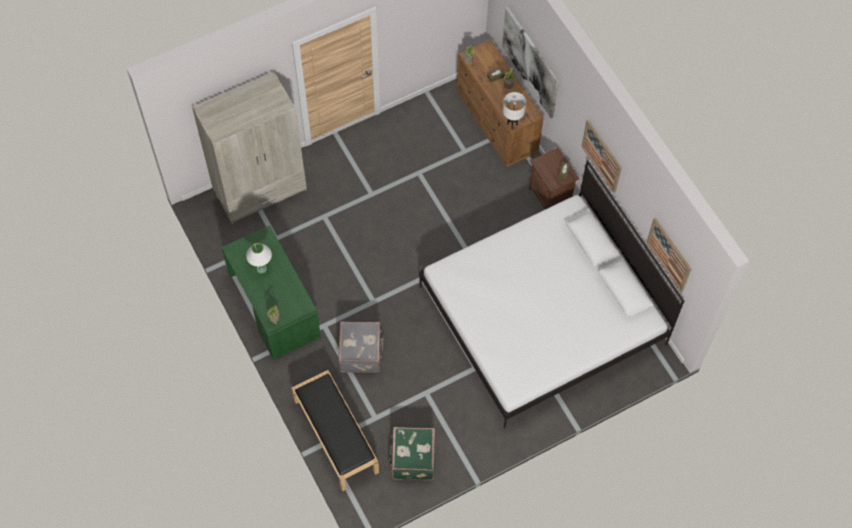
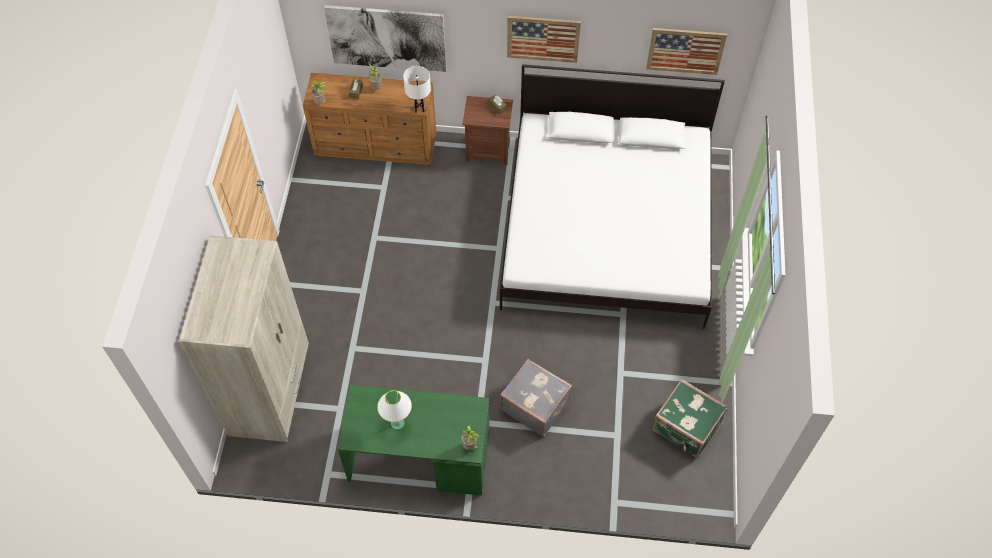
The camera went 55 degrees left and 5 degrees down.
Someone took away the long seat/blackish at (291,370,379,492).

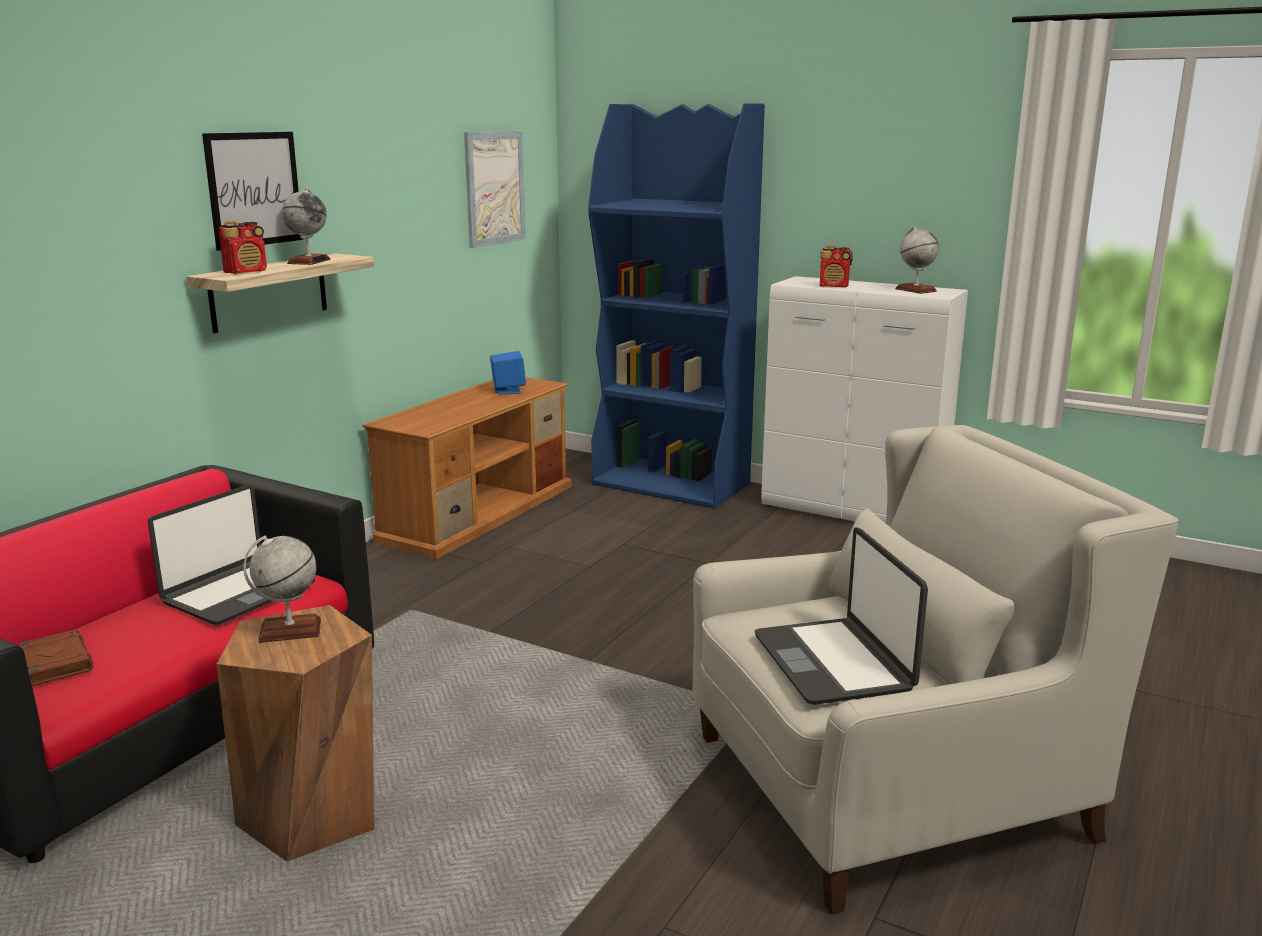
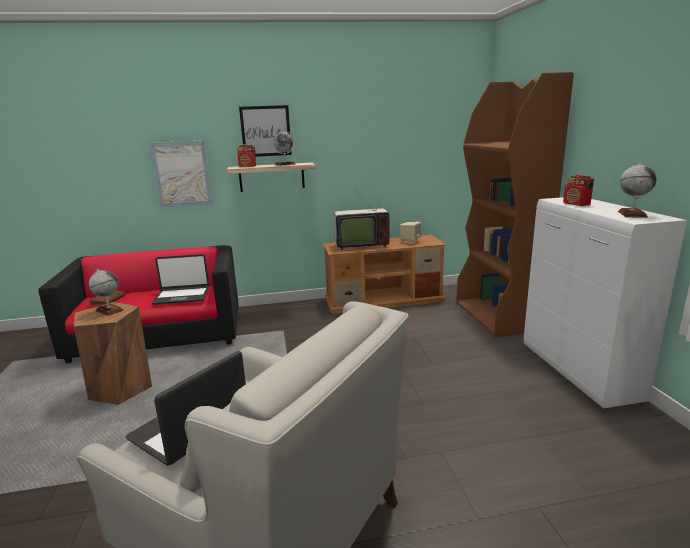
The camera went 50 degrees right and 0 degrees up.
Someone carried the wall picture from (464,131,526,248) to (149,140,213,207).
Someone repainted the speaker/bluish at (490,351,526,394), which became the speaker/beige at (400,222,422,244).
Someone repainted the bookcase/bluish at (588,103,765,508), which became the bookcase/brownish at (456,72,574,337).
Someone put down the television at (334,185,390,250).

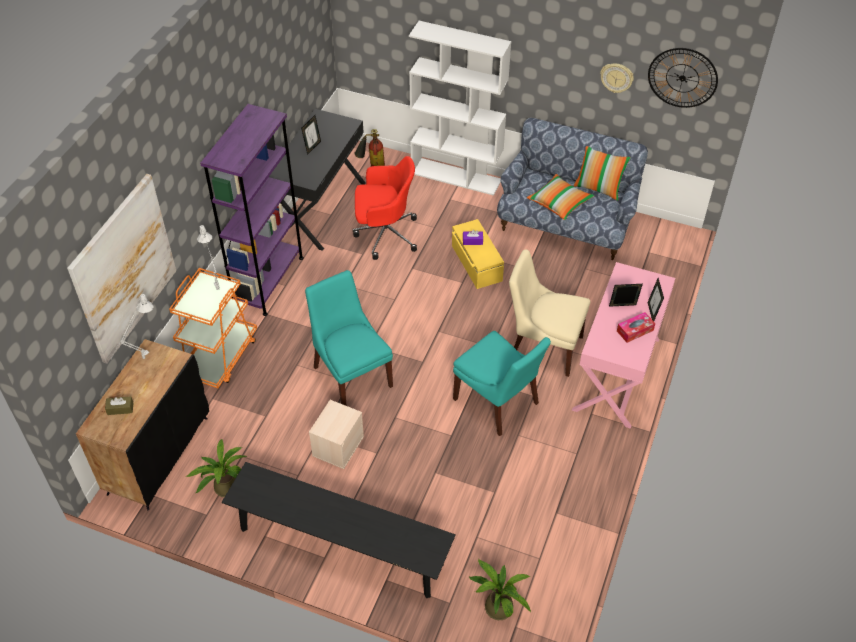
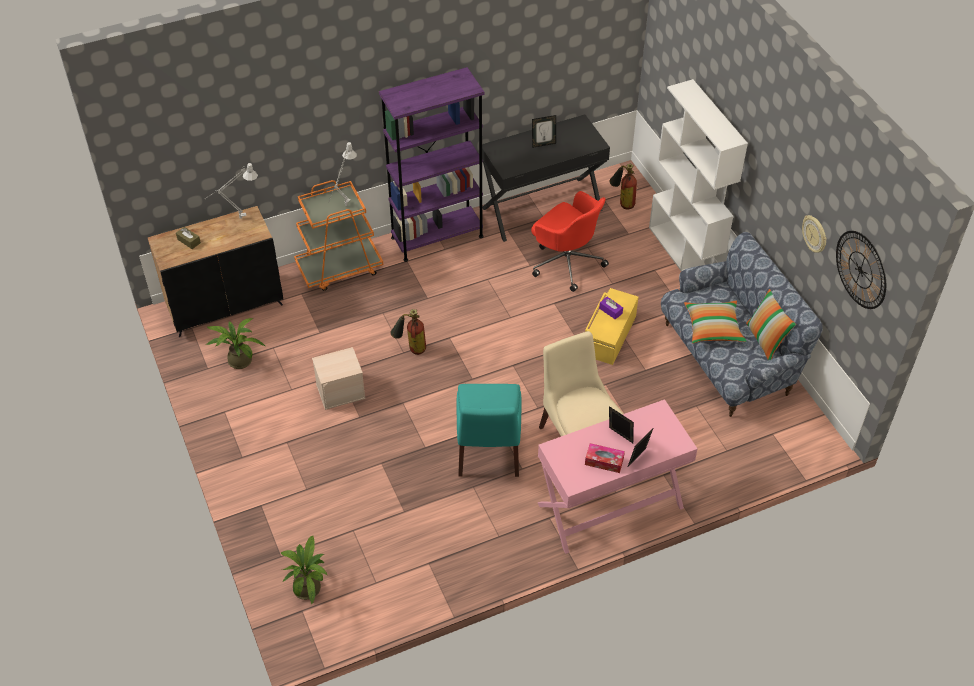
The camera went 45 degrees right and 0 degrees up.
Someone took away the wall picture at (67,174,176,364).
Someone took away the long seat/blackish at (222,462,456,598).
Someone swapped the upright chair/turquoise-coloured at (305,270,393,406) for the fire extinguisher at (390,309,426,355).

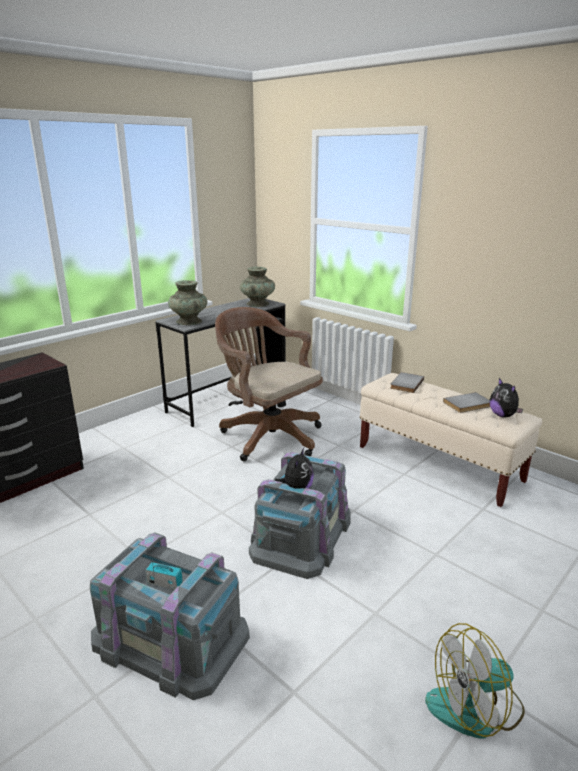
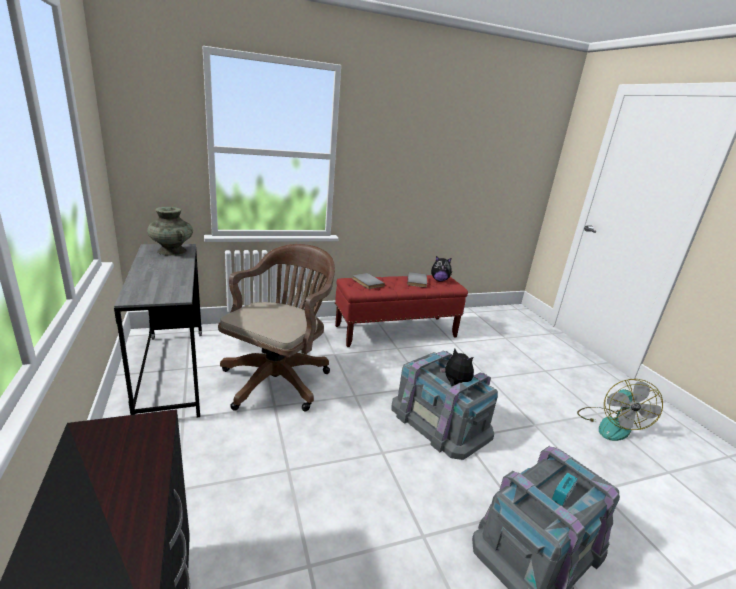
The camera went 65 degrees left and 0 degrees up.
Someone took away the vase/turquoise-coloured at (168,280,208,325).
Someone rotated the computer chair/brownish at (215,307,323,461) by 135 degrees clockwise.
Someone repainted the long seat/beige at (360,373,542,507), which became the long seat/reddish at (335,275,468,347).

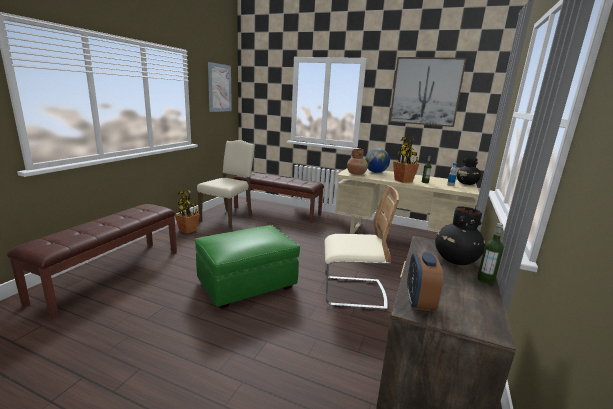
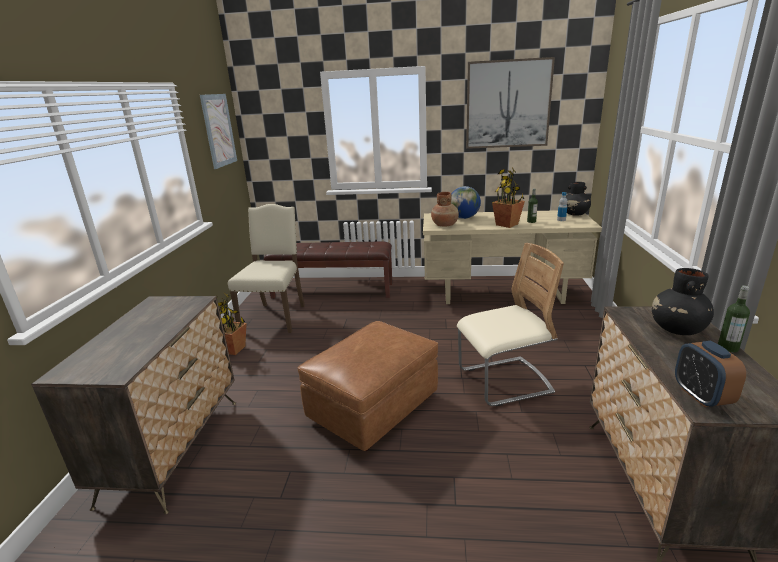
The camera went 15 degrees left and 5 degrees up.
Someone swapped the long seat/brownish at (7,204,177,319) for the dresser at (31,296,236,514).
Someone repainted the footrest/green-coloured at (195,225,300,308), which became the footrest/brownish at (298,321,438,451).

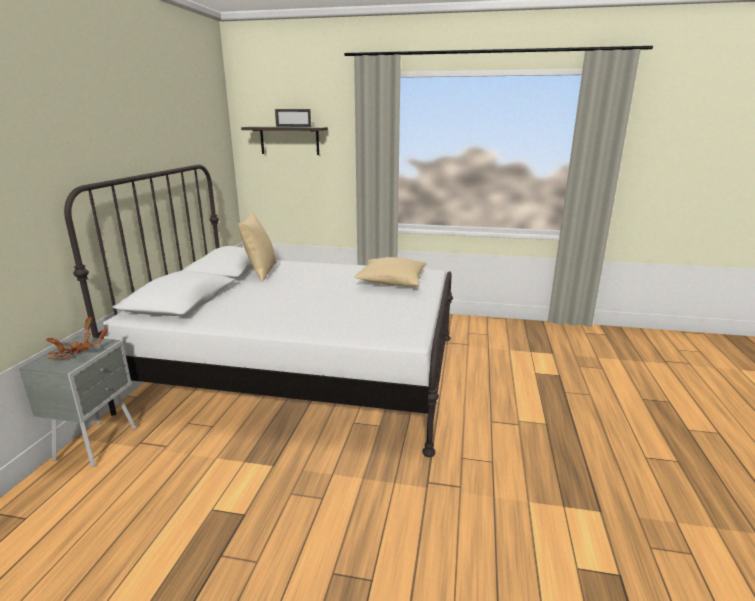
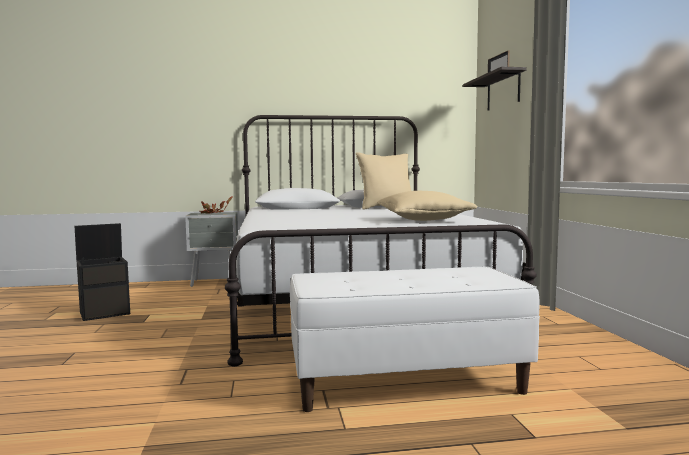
The camera went 70 degrees right and 15 degrees down.
Someone put down the storage box/blackish at (74,223,130,321).
Someone put down the long seat/white at (290,267,540,412).

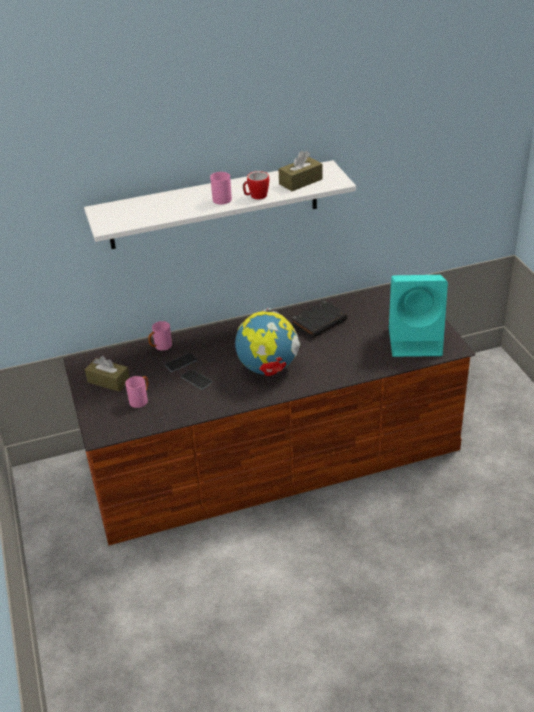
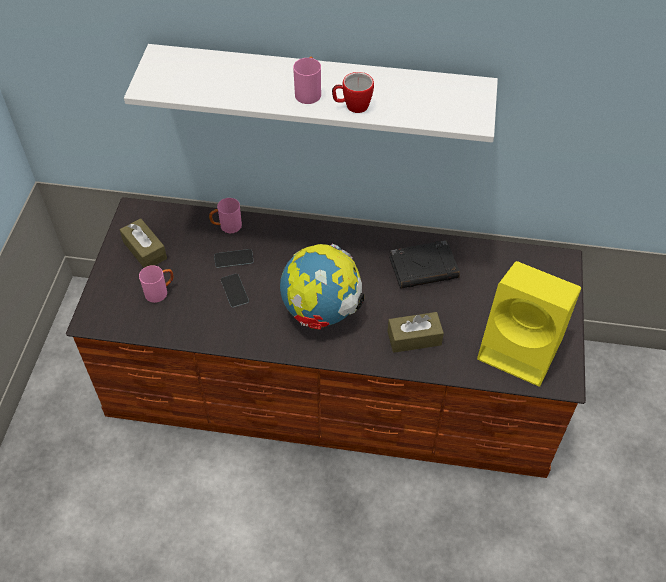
The camera went 25 degrees right and 15 degrees up.
Someone carried the tissue holder/brownish from (279,151,322,191) to (387,312,444,353).
Someone repainted the speaker/turquoise-coloured at (389,275,448,357), which became the speaker/yellow-coloured at (477,261,581,387).

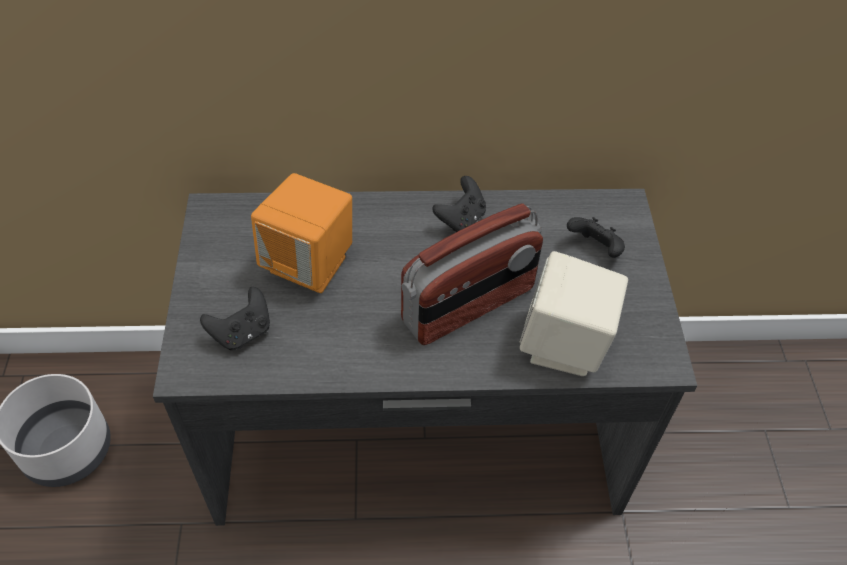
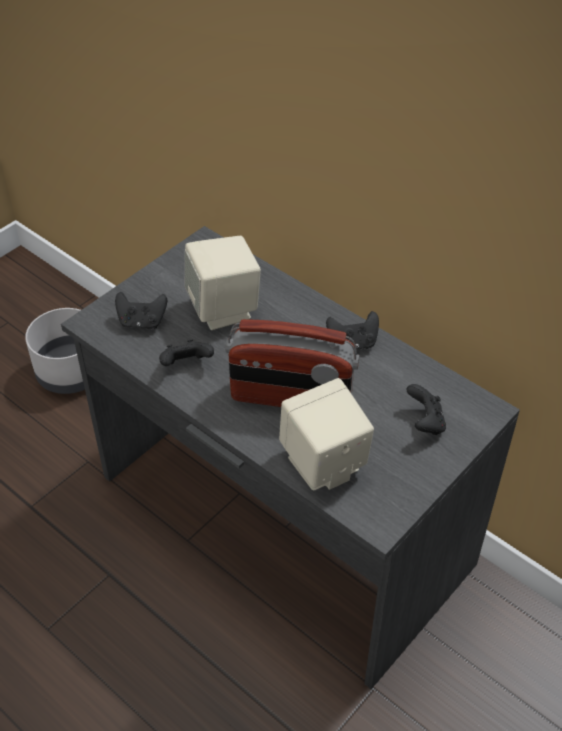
The camera went 45 degrees right and 5 degrees down.
Someone repainted the speaker/orange-coloured at (251,173,352,293), which became the speaker/beige at (185,236,261,330).
Someone put down the gamepad/blackish at (159,339,214,366).

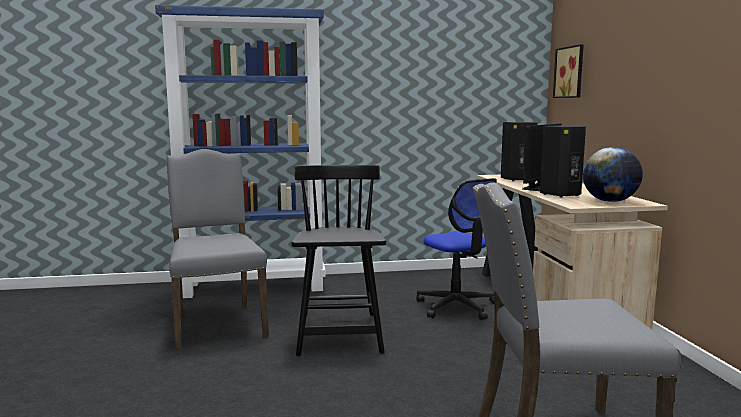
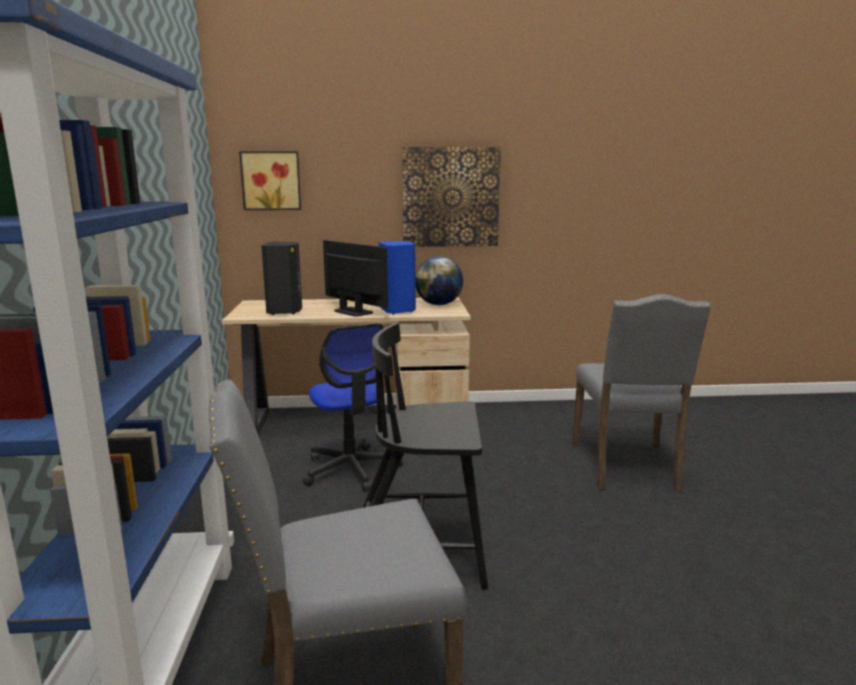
The camera went 85 degrees left and 5 degrees up.
Someone rotated the computer chair at (416,178,497,320) by 90 degrees clockwise.
Someone repainted the speaker/blackish at (540,125,586,197), which became the speaker/bluish at (379,241,416,315).
Someone put up the wall picture at (402,147,501,247).

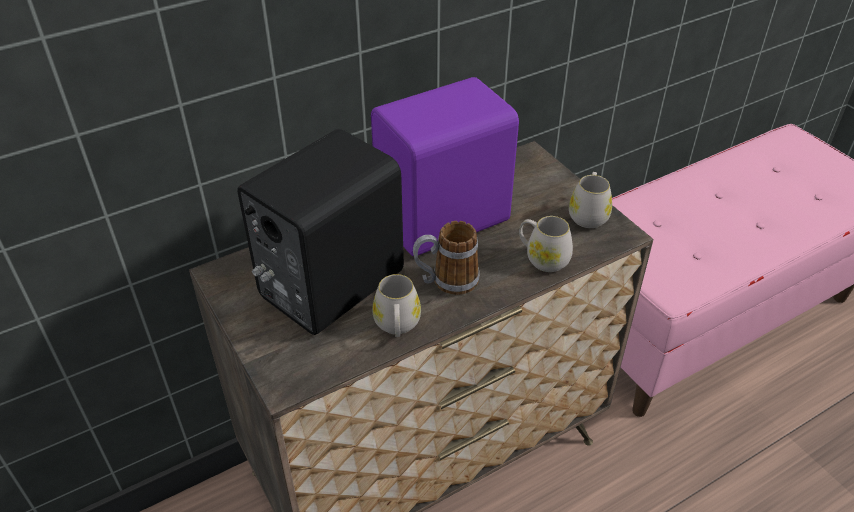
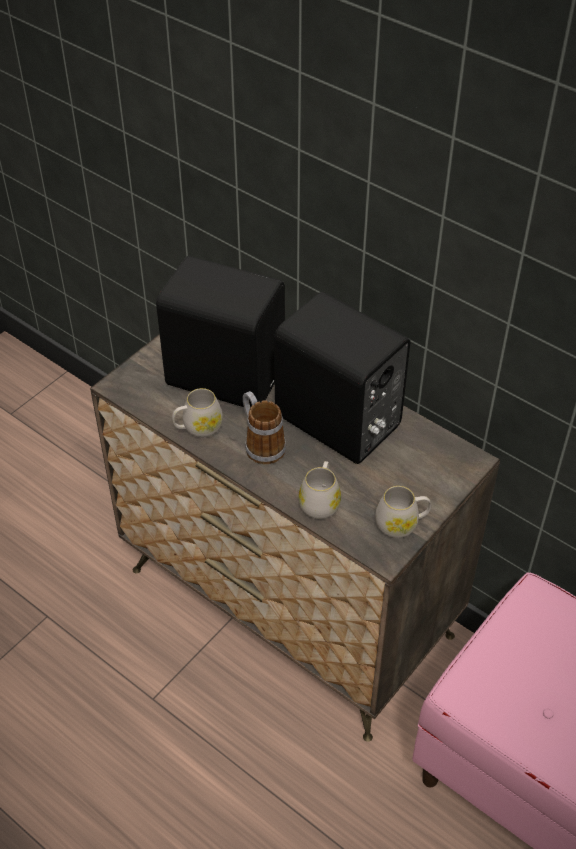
The camera went 70 degrees right and 5 degrees up.
Someone repainted the speaker/purple at (371,77,519,256), which became the speaker/blackish at (274,292,410,464).

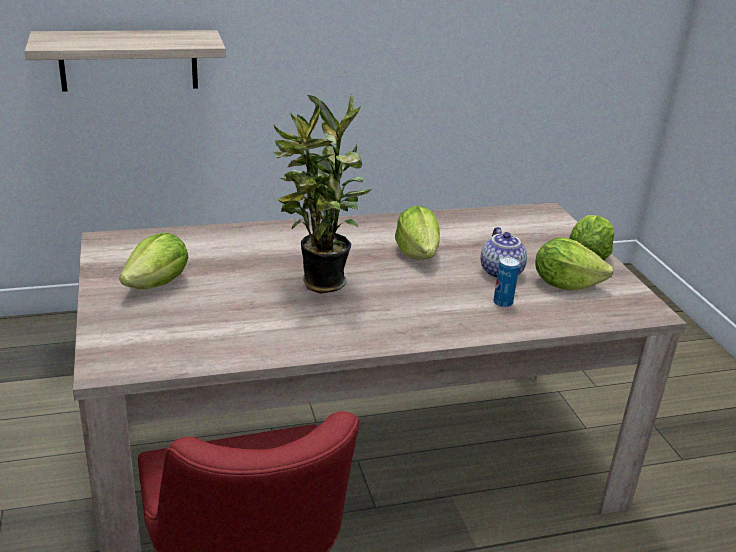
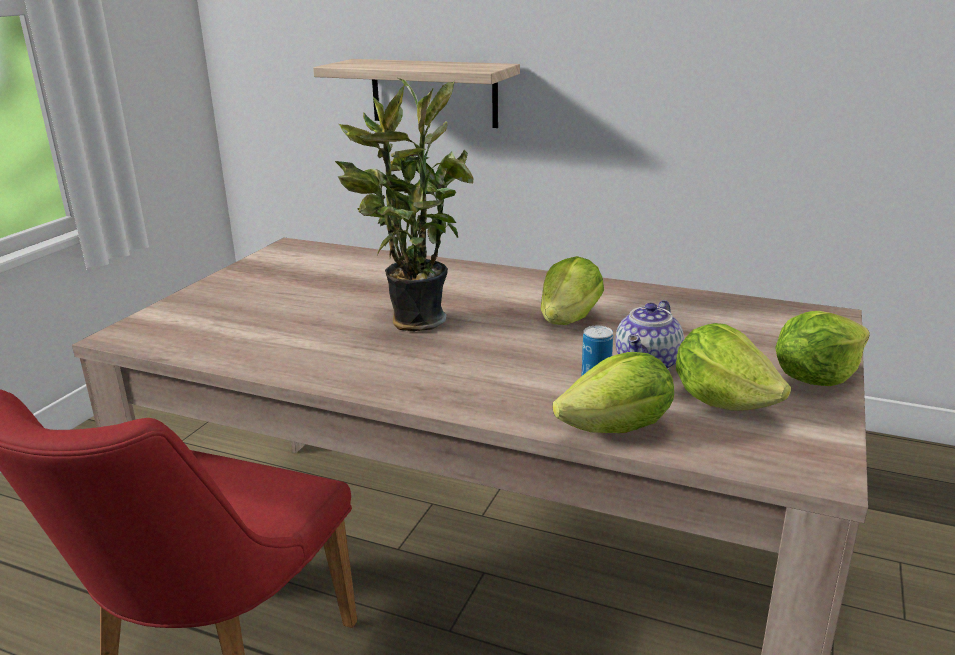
The camera went 40 degrees right and 5 degrees down.
Someone carried the lettuce head from (119,232,188,289) to (553,352,674,433).

